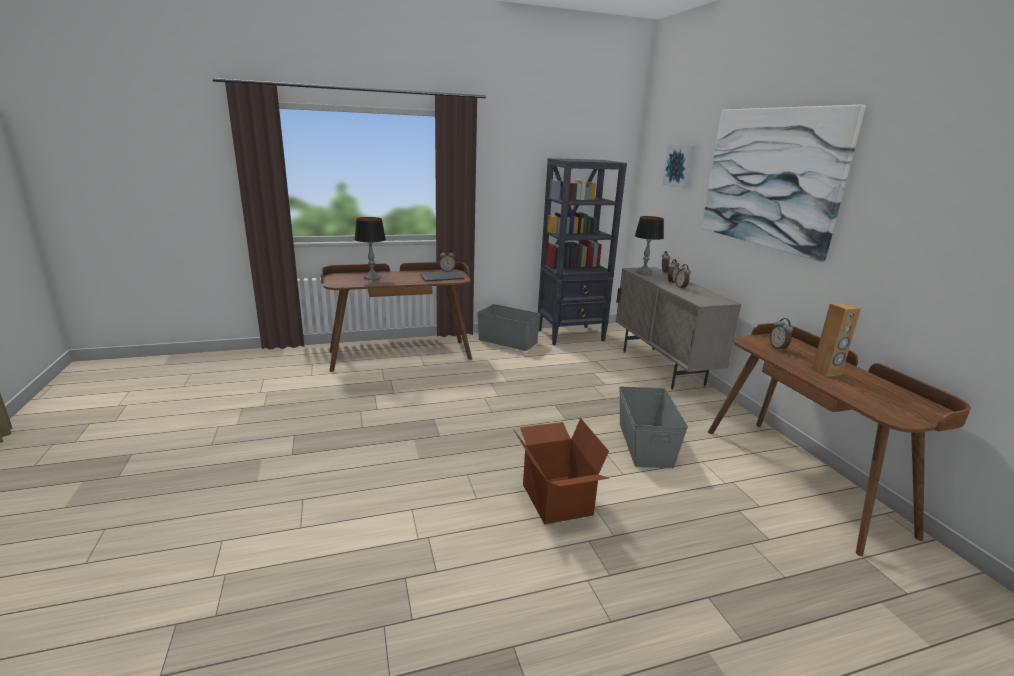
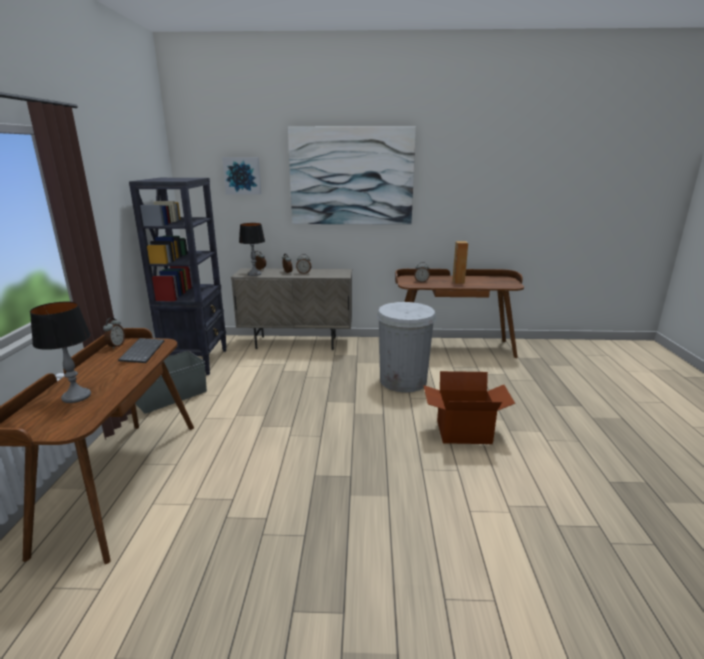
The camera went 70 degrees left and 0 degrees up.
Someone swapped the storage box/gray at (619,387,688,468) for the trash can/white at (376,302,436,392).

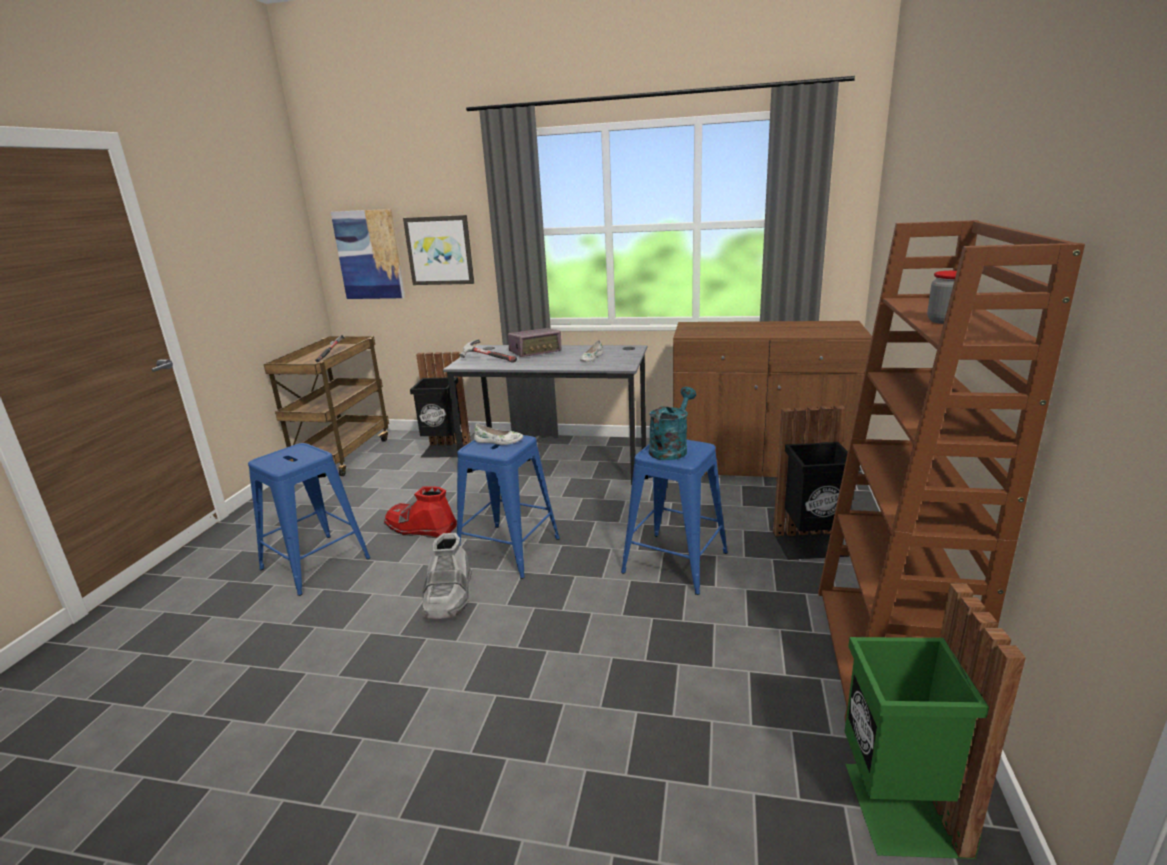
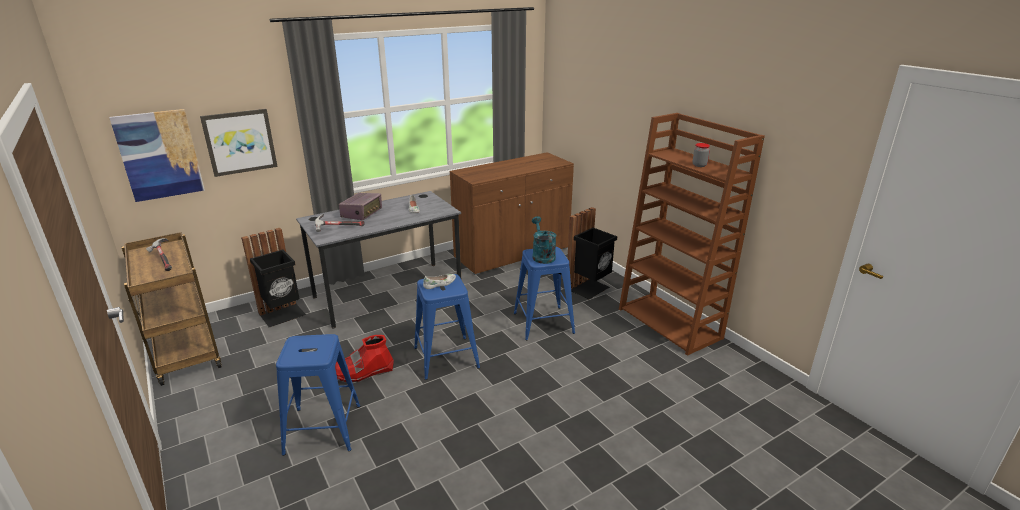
The camera went 45 degrees left and 5 degrees up.
Someone took away the tall boot/gray at (422,533,472,619).
Someone took away the trash can/green-coloured at (845,583,1026,859).

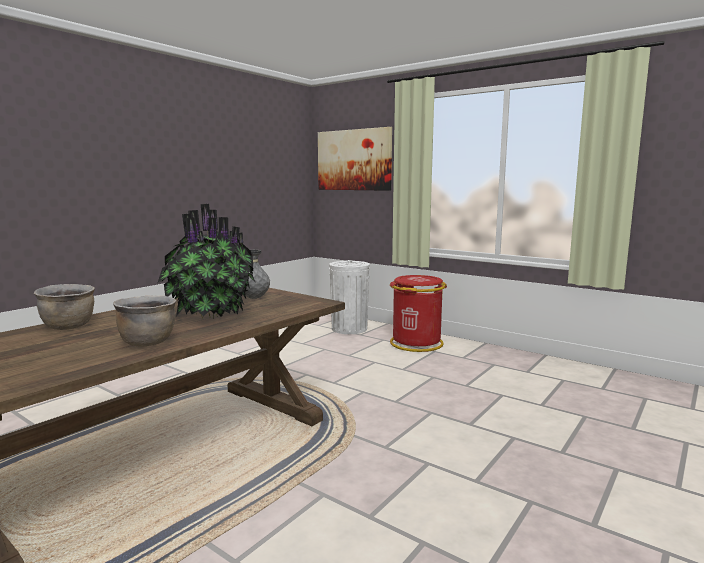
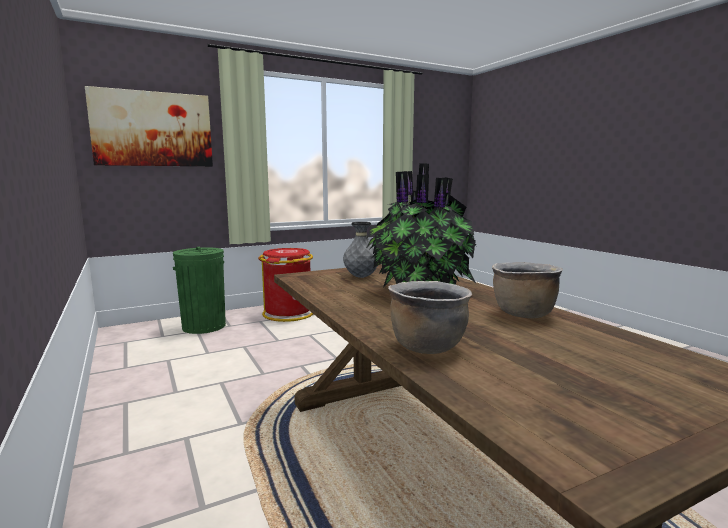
The camera went 65 degrees left and 0 degrees up.
Someone repainted the trash can/white at (329,260,370,334), which became the trash can/green-coloured at (173,247,226,334).

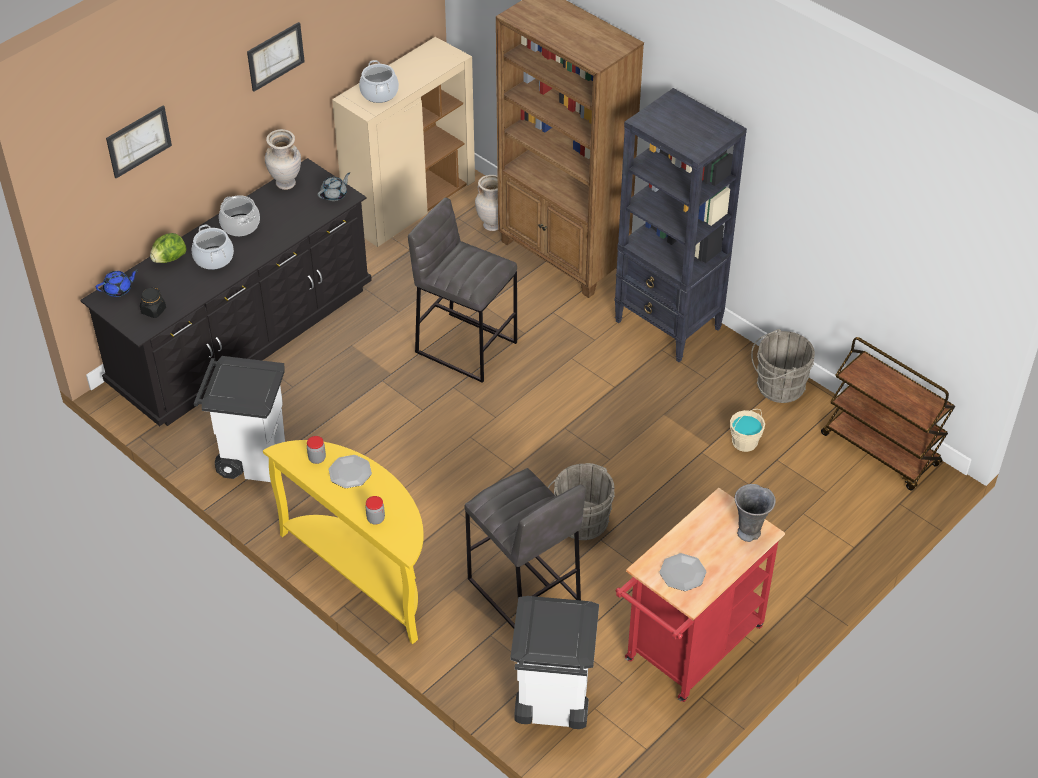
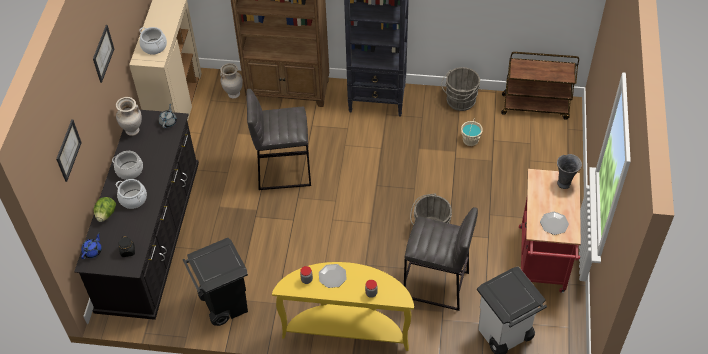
The camera went 35 degrees left and 5 degrees up.
Someone repainted the trash can/white at (194,356,285,482), which became the trash can/blackish at (182,238,248,326).

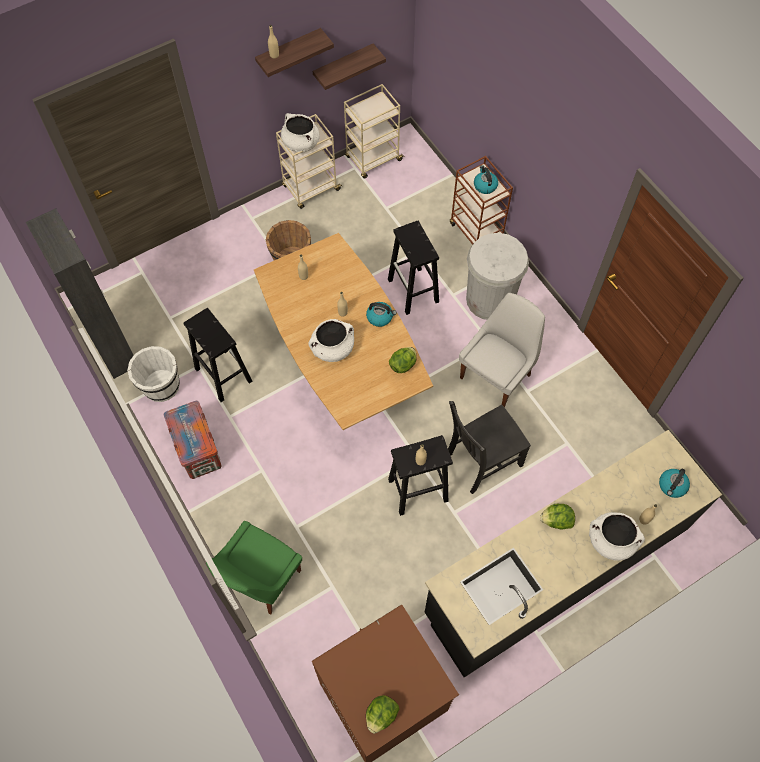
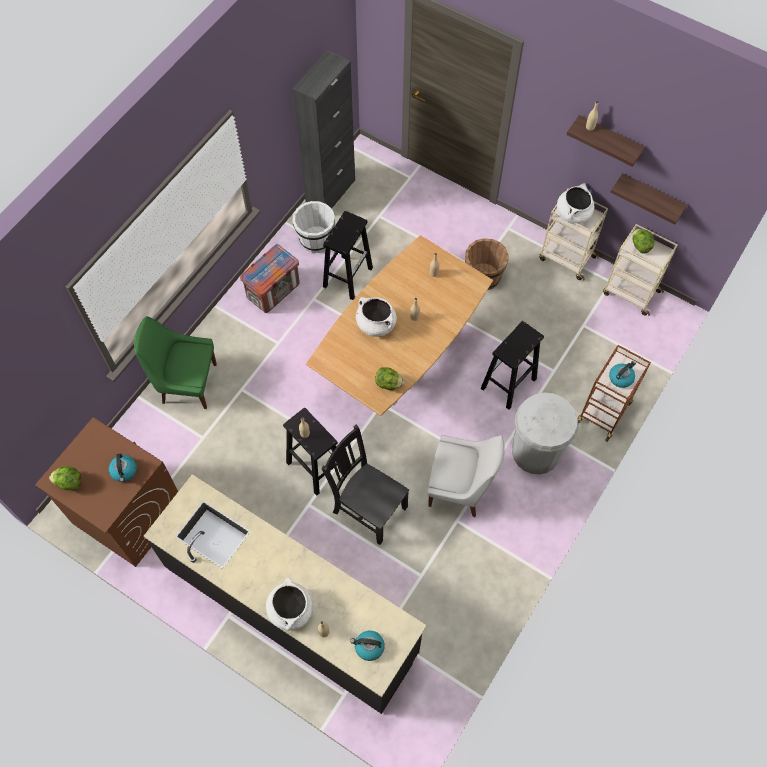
The camera went 65 degrees right and 0 degrees up.
Someone carried the water kettle from (366,302,397,327) to (109,453,137,482).
Someone carried the lettuce head from (540,504,575,530) to (632,229,655,254).

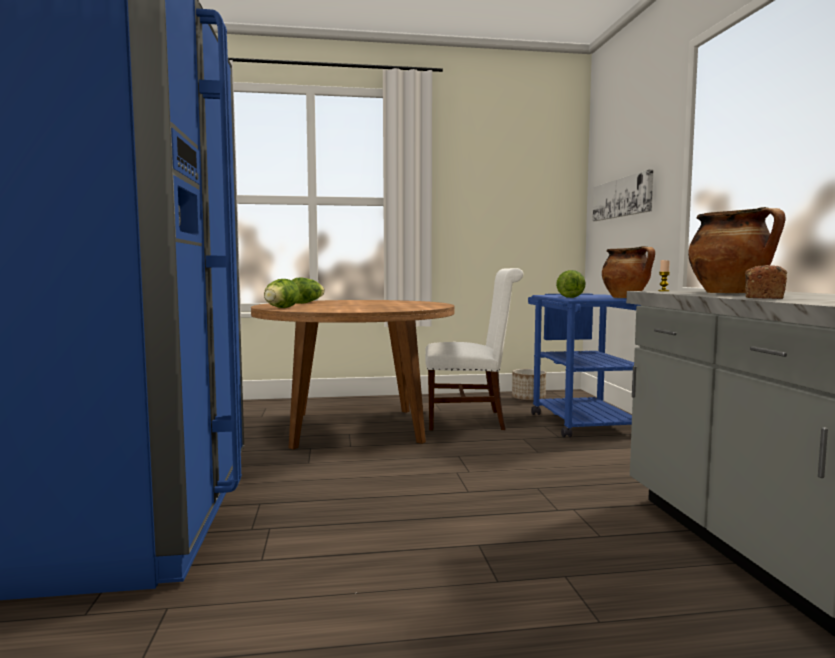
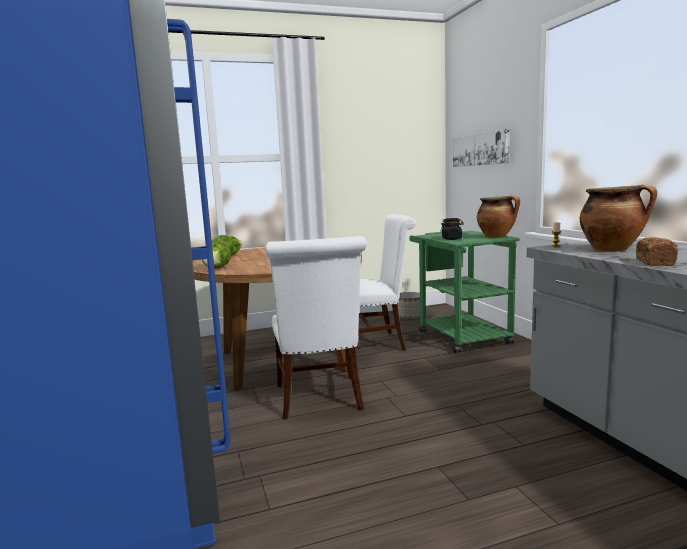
The camera went 10 degrees left and 5 degrees up.
Someone repainted the trolley/bluish at (528,293,641,437), which became the trolley/green-coloured at (409,231,520,353).
Someone swapped the lettuce head at (556,270,586,298) for the jar/blackish at (440,218,464,240).
Someone put down the upright chair/white at (266,236,367,420).

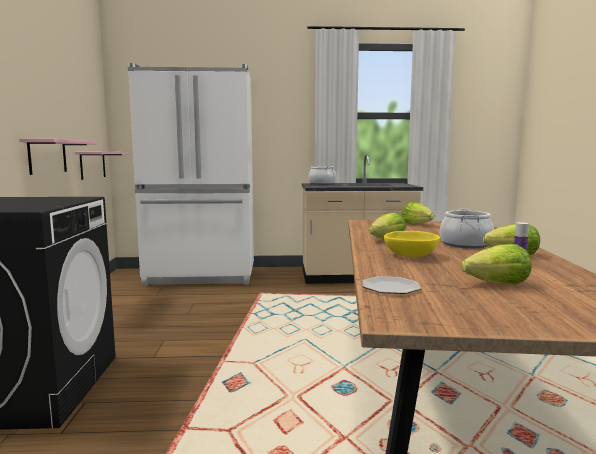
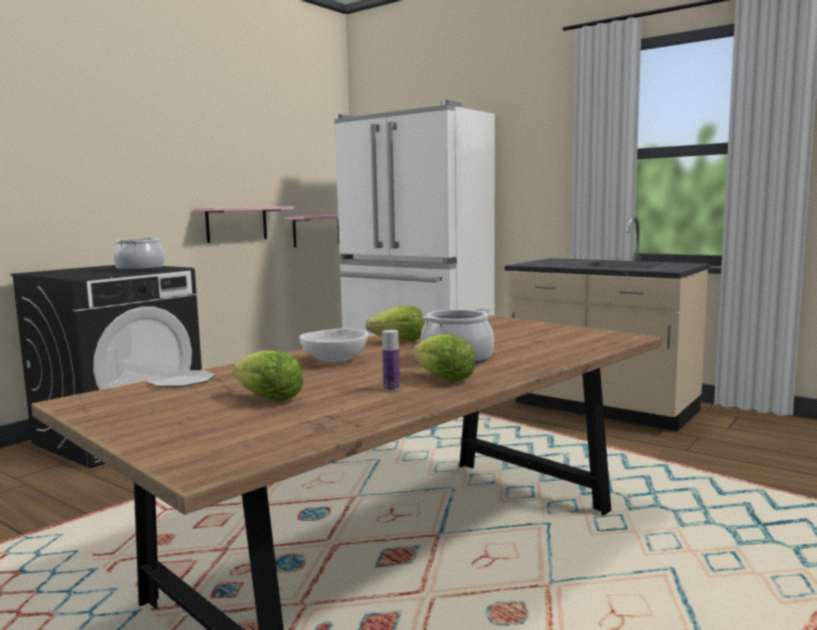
The camera went 40 degrees right and 0 degrees up.
Someone carried the stockpot from (309,166,336,185) to (113,237,165,272).
Someone repainted the serving bowl/yellow-coloured at (384,231,440,257), which became the serving bowl/white at (299,328,368,362).
Someone took away the lettuce head at (401,202,434,225).

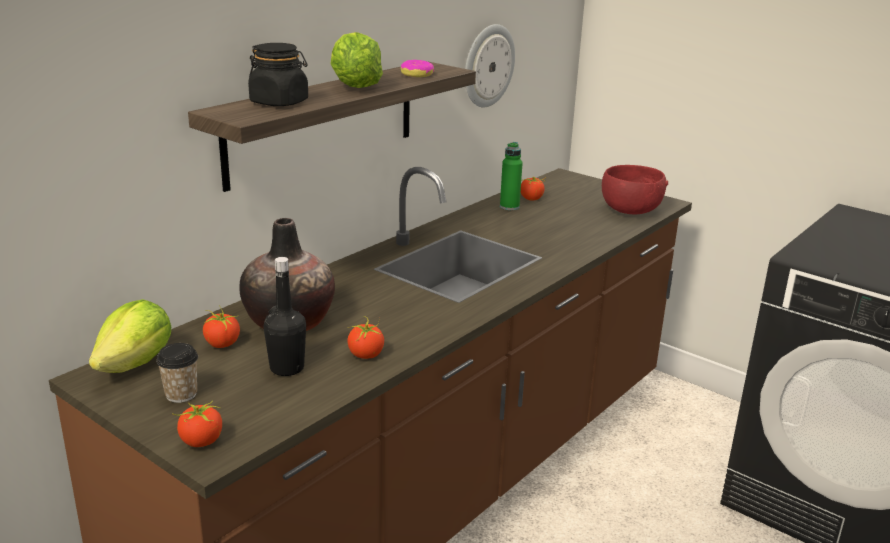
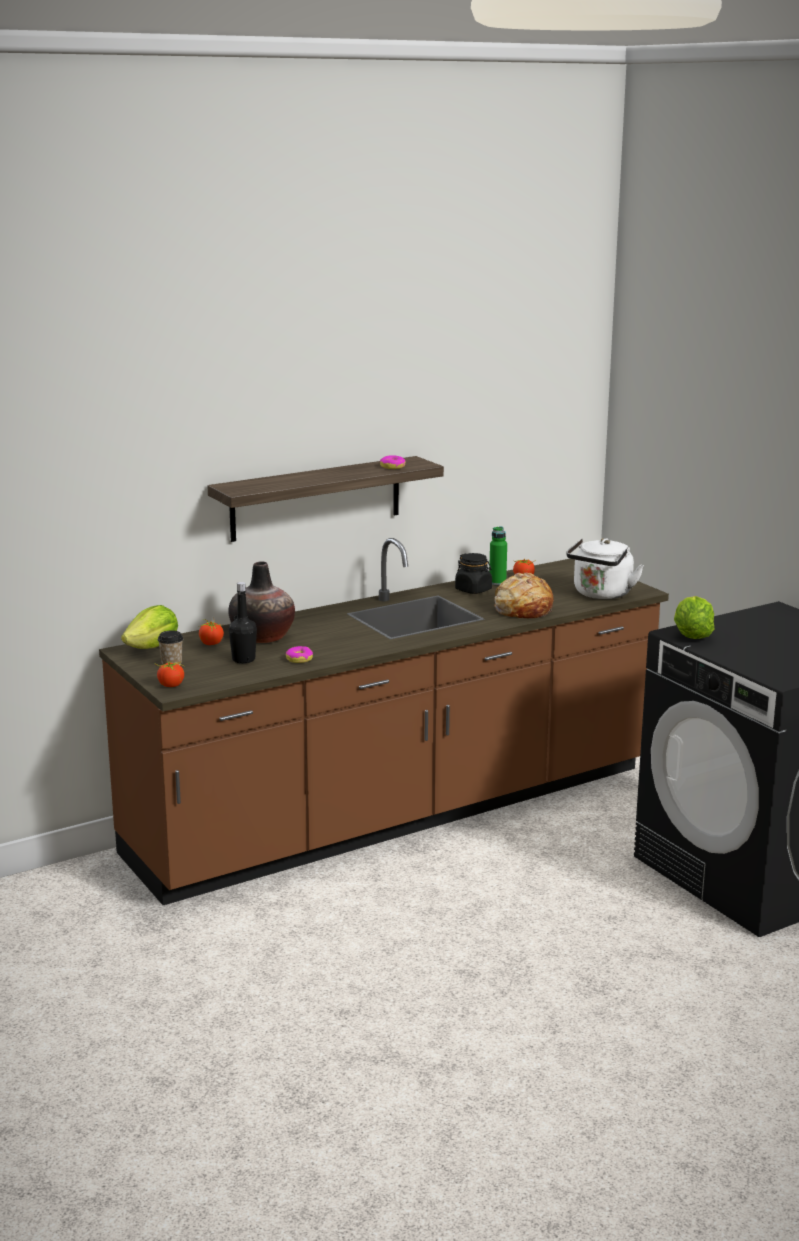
The camera went 20 degrees right and 5 degrees down.
Someone carried the jar/blackish from (248,43,308,106) to (455,553,492,594).
Someone carried the lettuce head from (330,32,383,88) to (674,596,714,639).
Someone swapped the fresh tomato at (347,317,384,359) for the donut at (285,646,313,663).
Someone took away the wall clock at (465,24,515,107).
Someone swapped the serving bowl/reddish at (602,165,668,214) for the water kettle/white at (567,538,644,599).
Someone put down the bakery bread at (494,573,554,618).

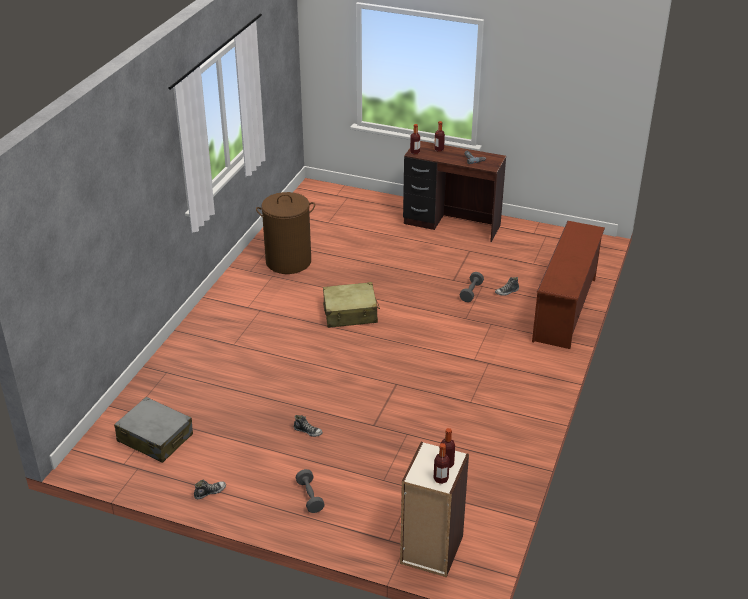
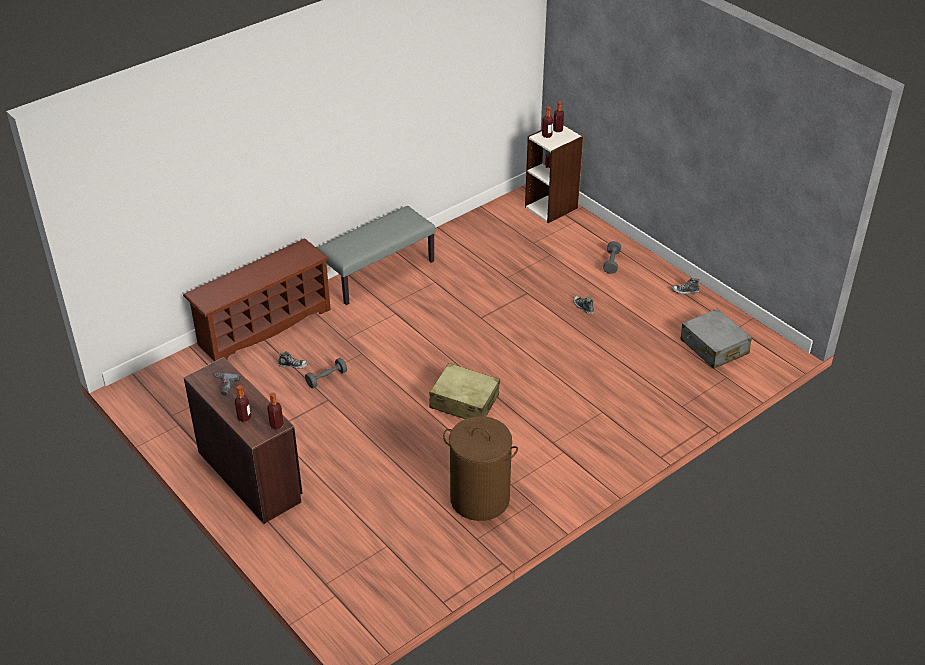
The camera went 150 degrees left and 5 degrees up.
Someone put down the long seat/gray at (317,206,436,305).

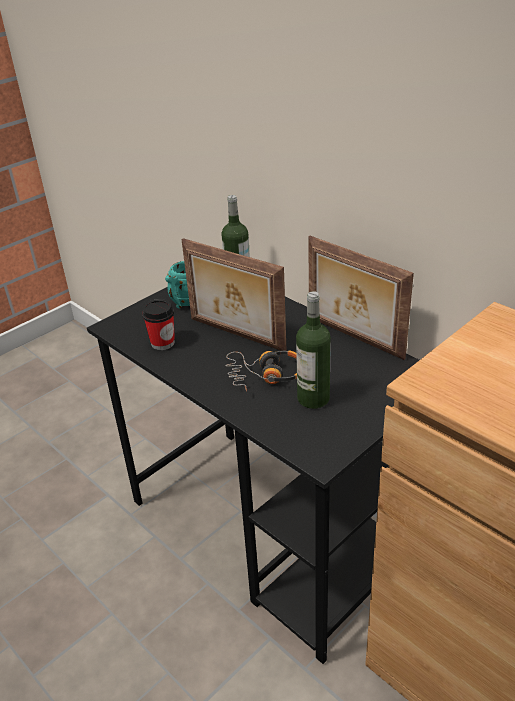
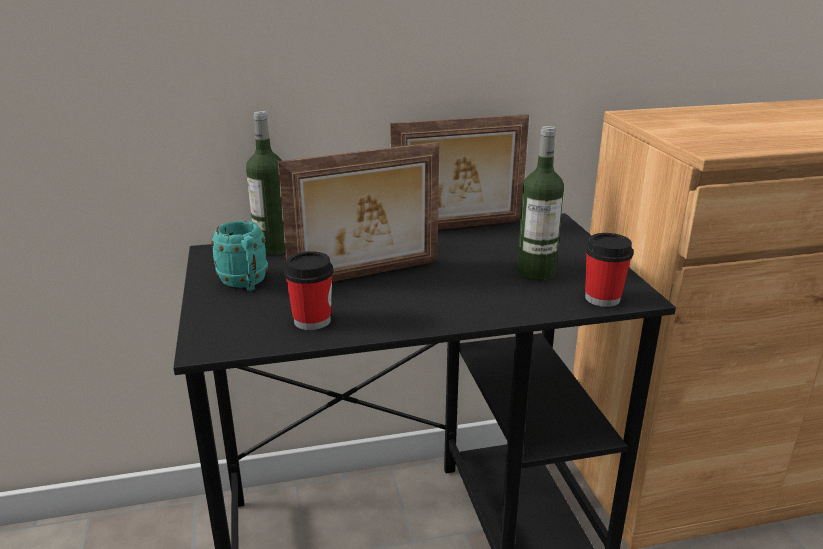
The camera went 60 degrees left and 10 degrees down.
Someone took away the pair of headphones at (225,350,297,392).
Someone put down the drinking cup at (585,233,633,307).

